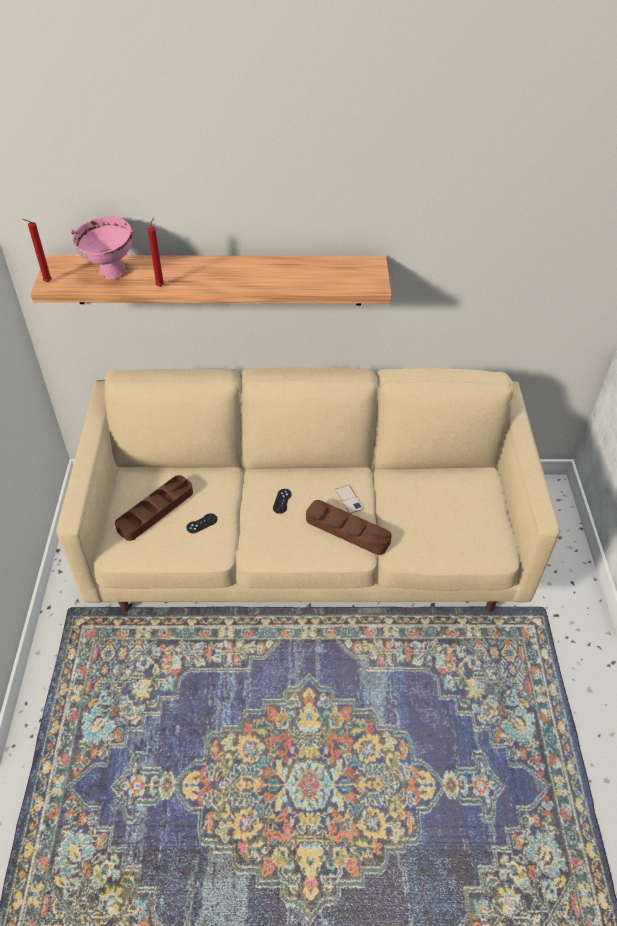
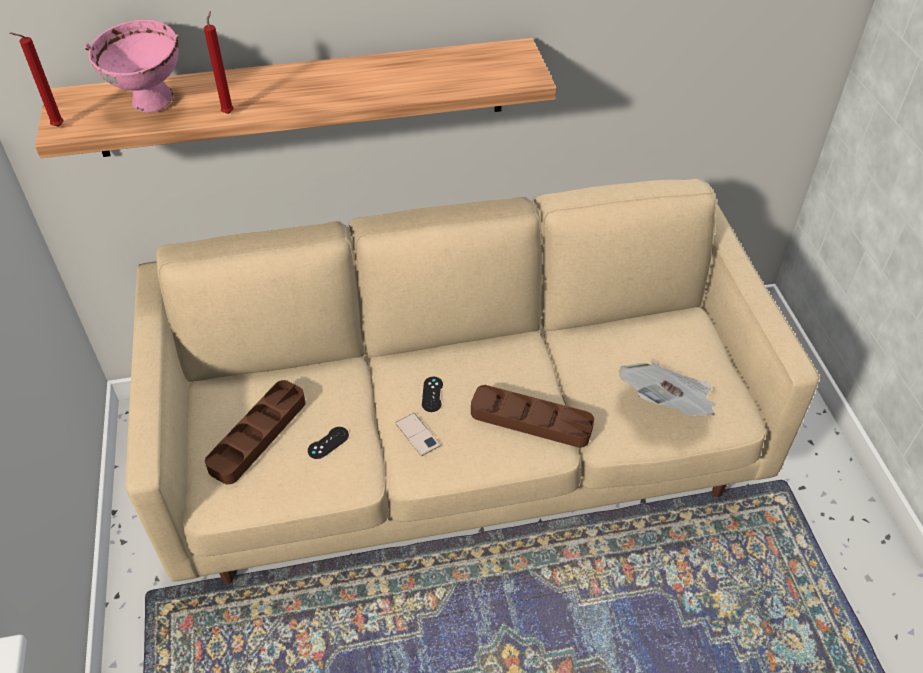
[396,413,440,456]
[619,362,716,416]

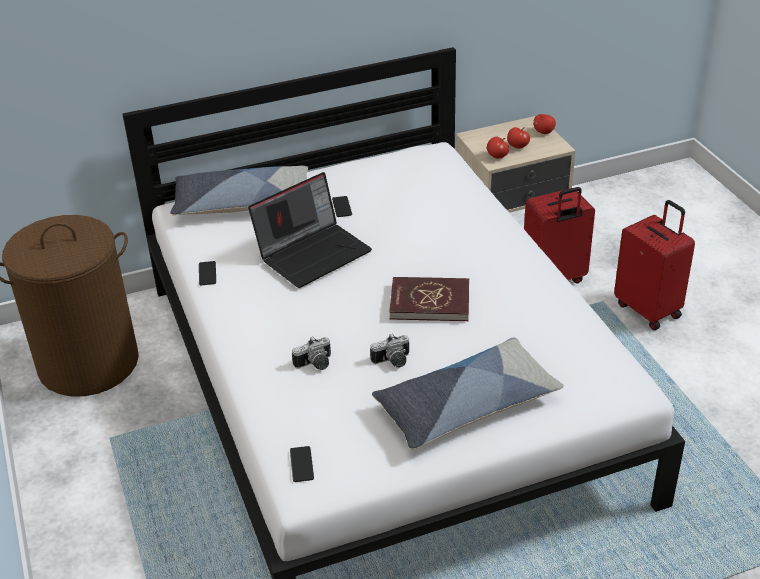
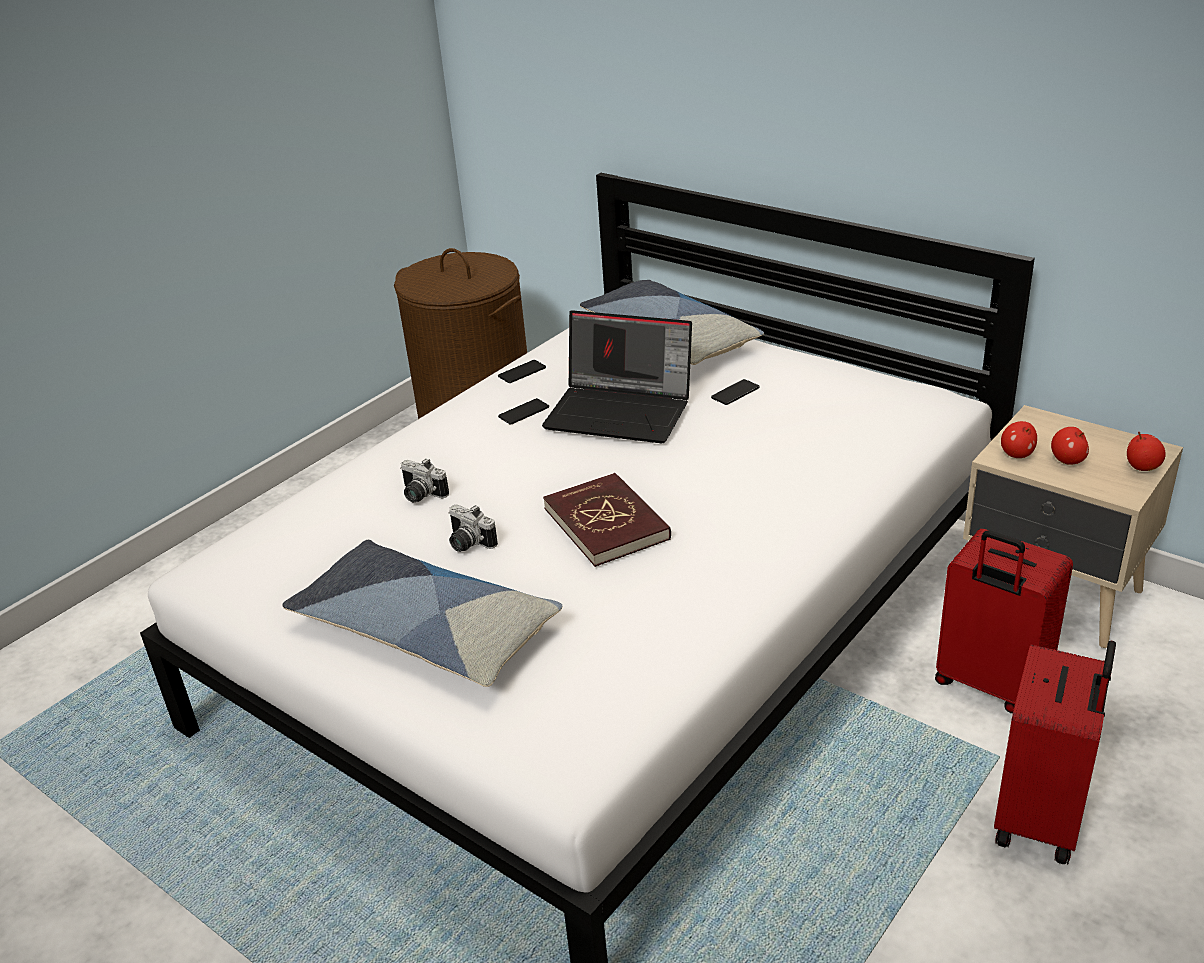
[498,398,549,425]

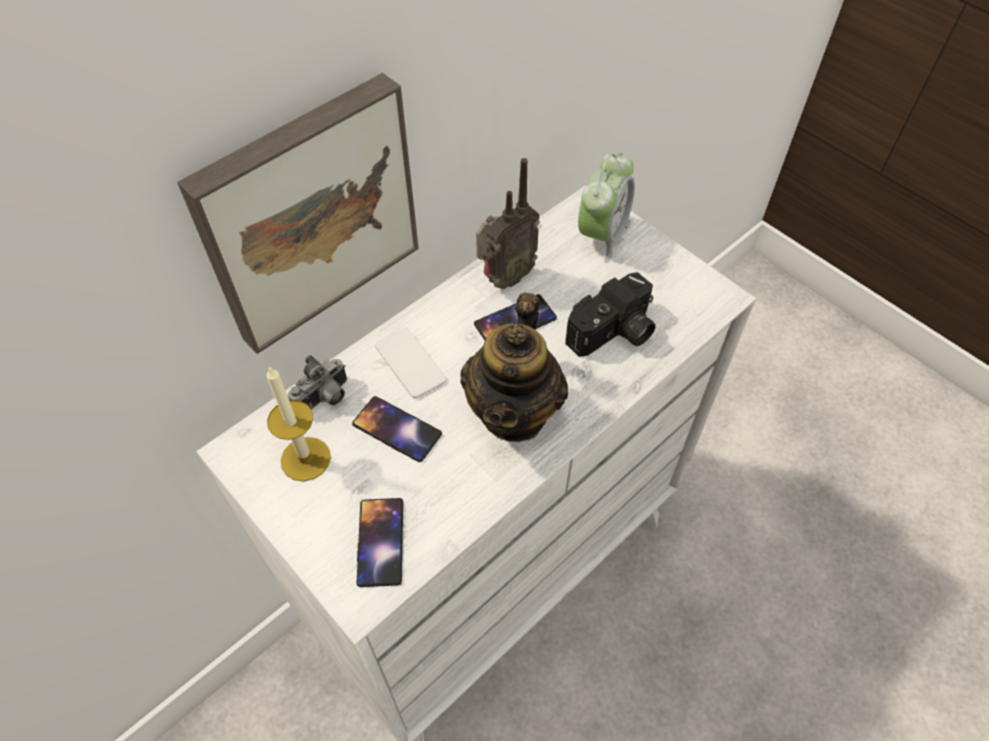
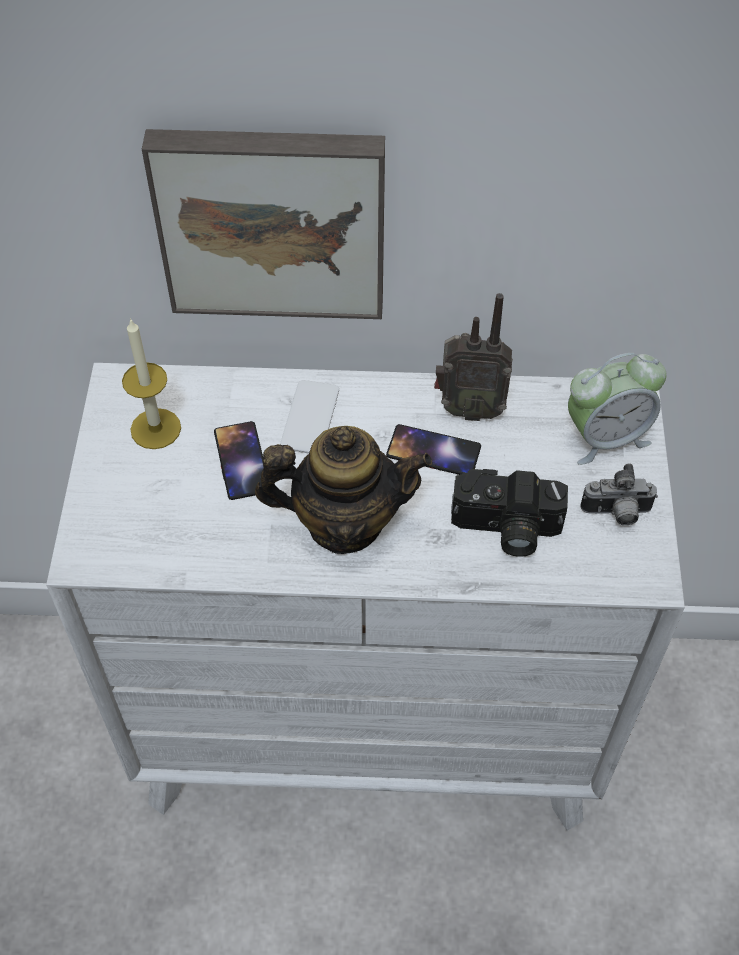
[580,463,658,525]
[357,498,403,587] (first image)
[255,426,432,554]

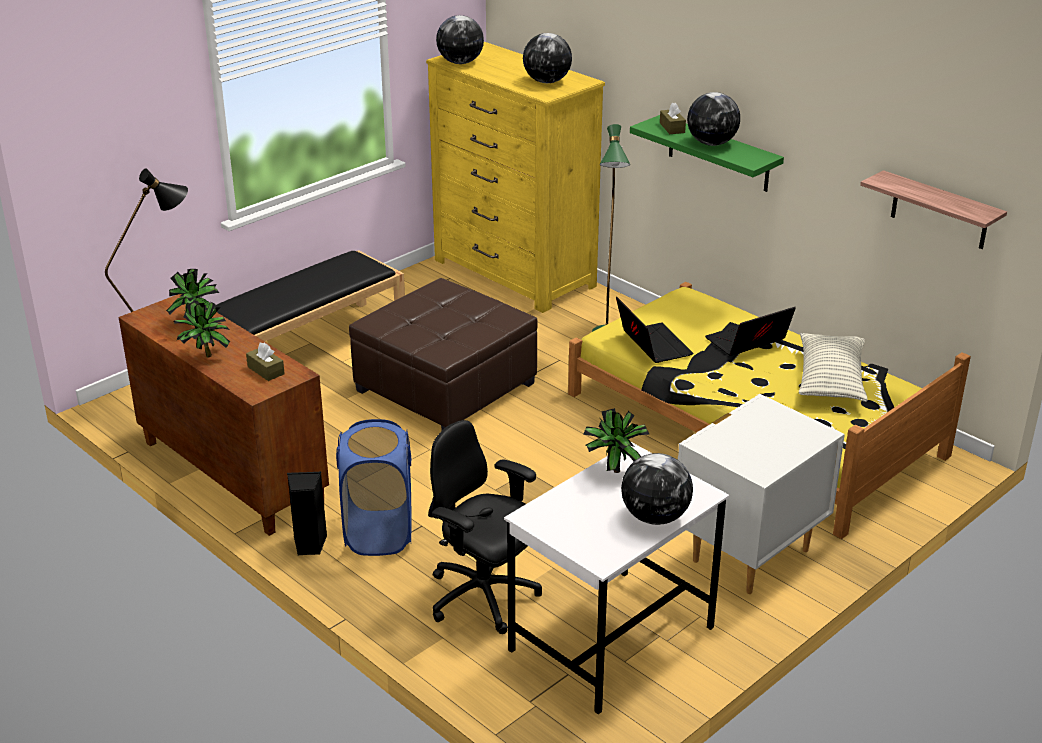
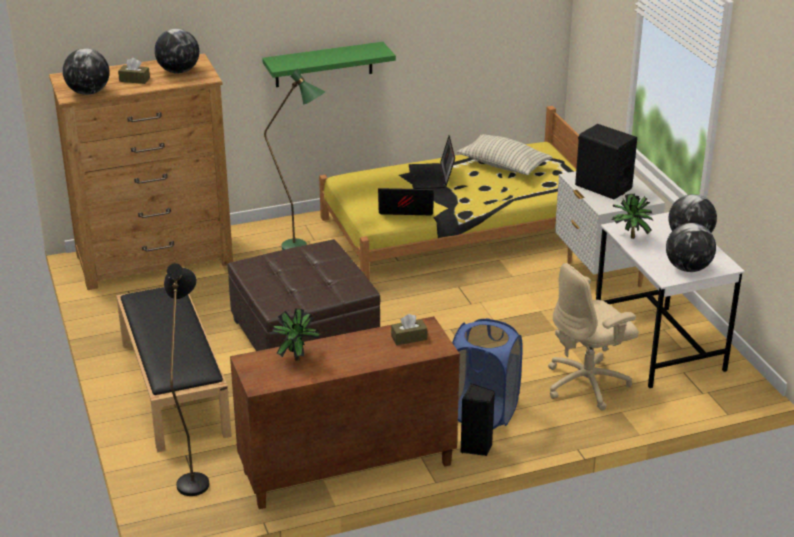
[174,301,230,358] (first image)
[49,54,233,290]
[548,263,639,411]
[118,58,150,84]
[666,223,716,272]
[860,170,1007,249] (first image)
[575,124,637,200]

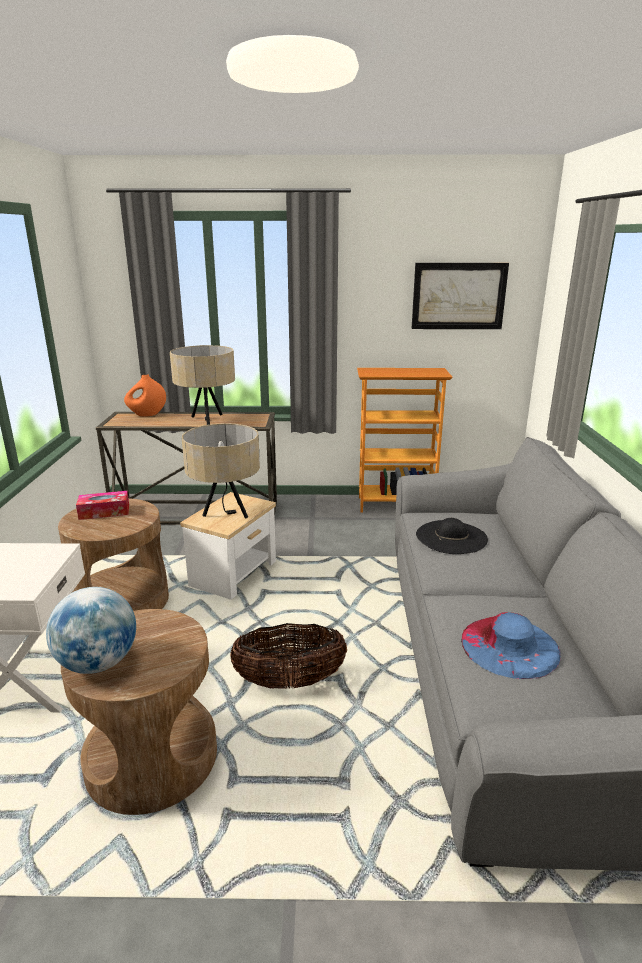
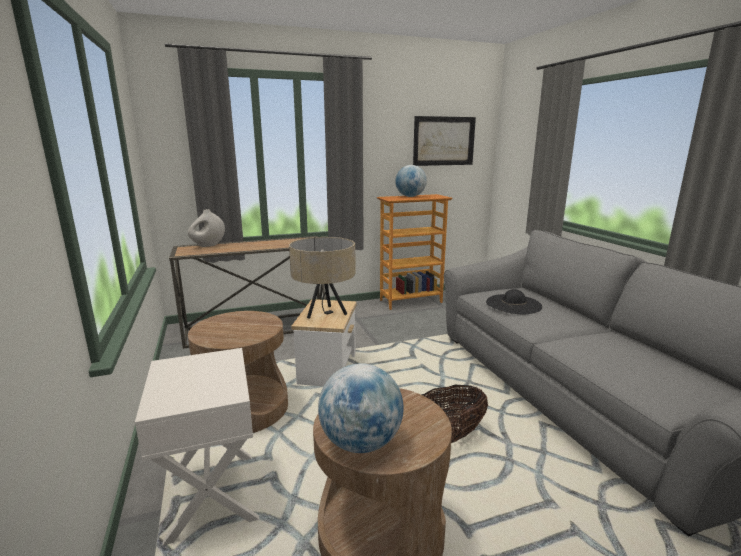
[76,491,129,520] (first image)
[188,209,225,247]
[170,345,235,425] (first image)
[461,612,561,679] (first image)
[395,165,427,197]

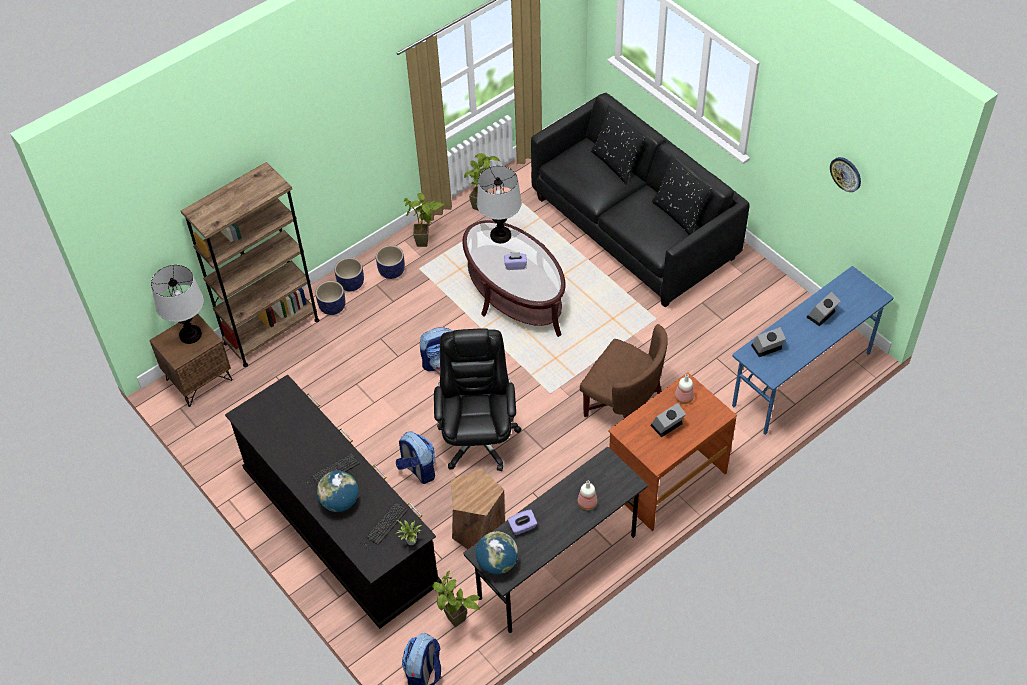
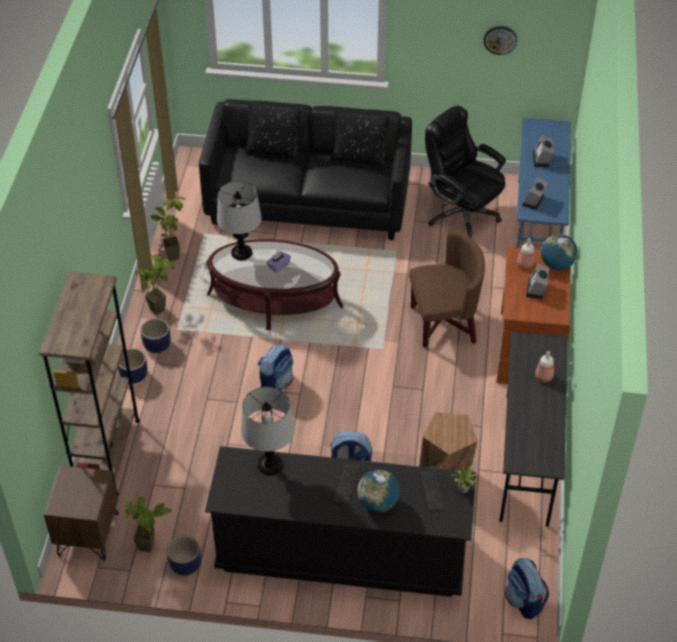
[241,387,295,475]
[167,536,201,576]
[124,497,173,552]
[425,106,506,238]
[541,234,578,270]
[507,509,537,535] (first image)

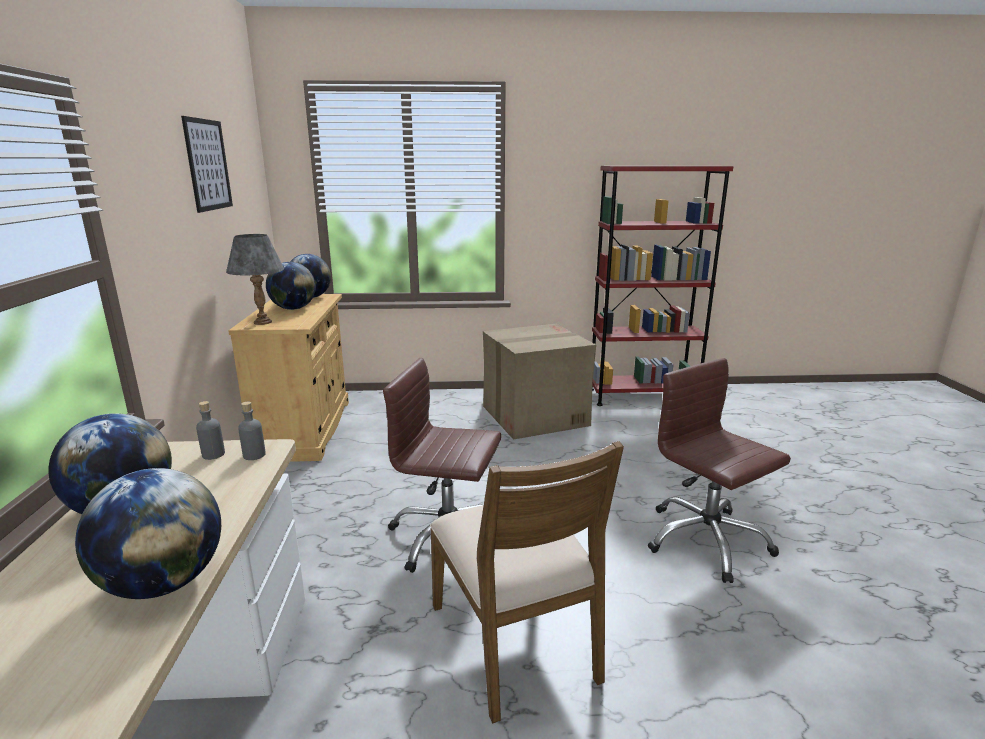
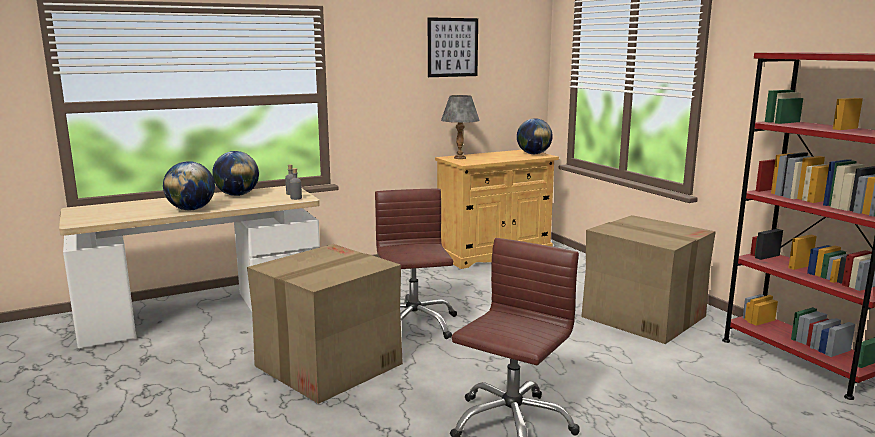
[266,262,316,310] (first image)
[247,244,403,404]

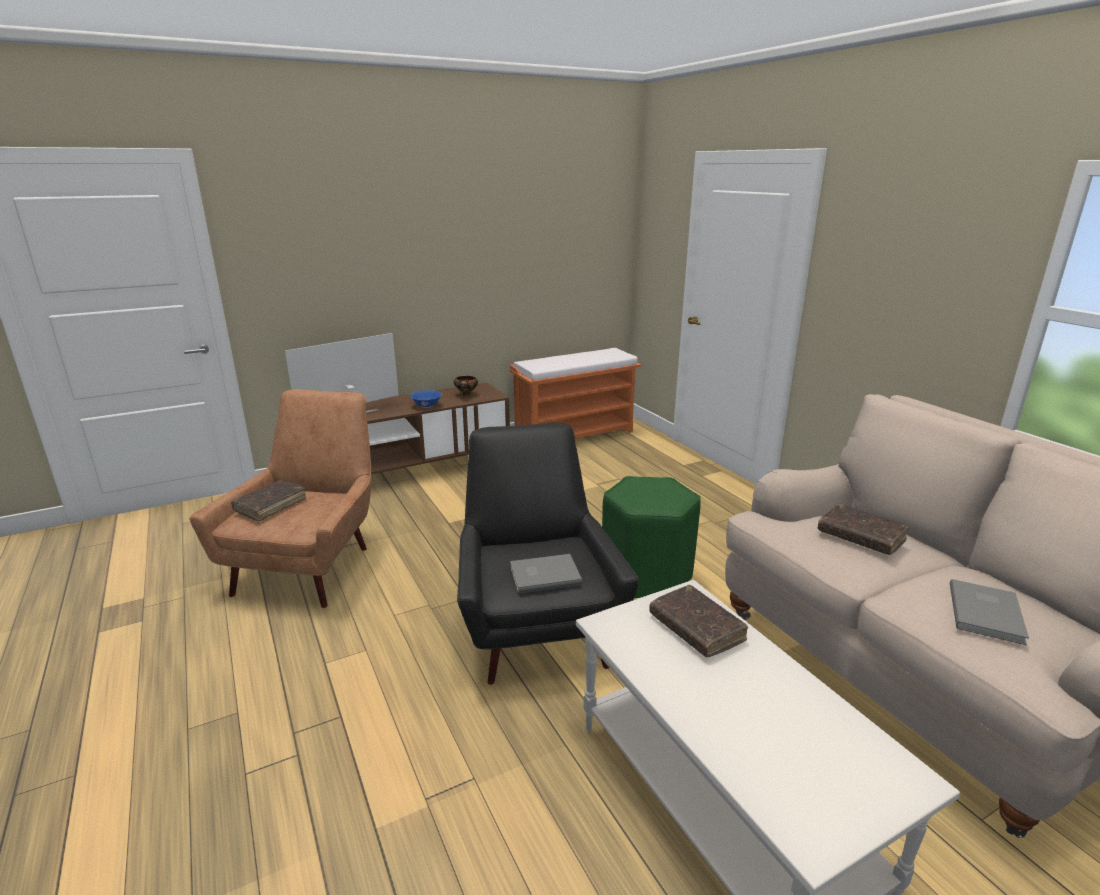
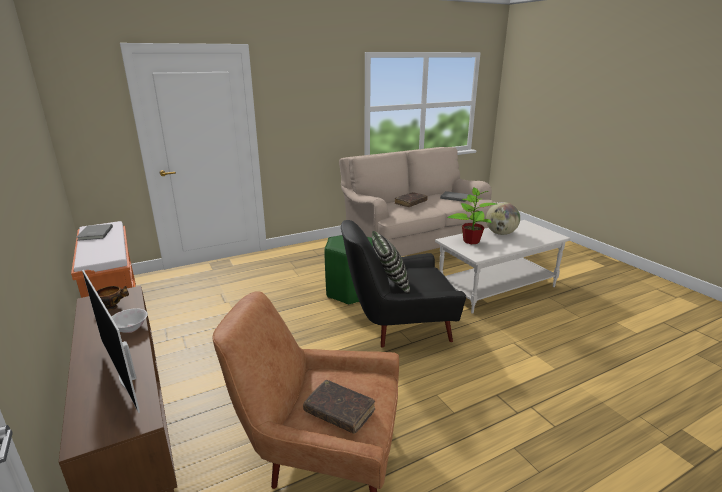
[112,308,148,333]
[76,224,113,241]
[447,187,496,244]
[372,231,410,294]
[486,202,520,235]

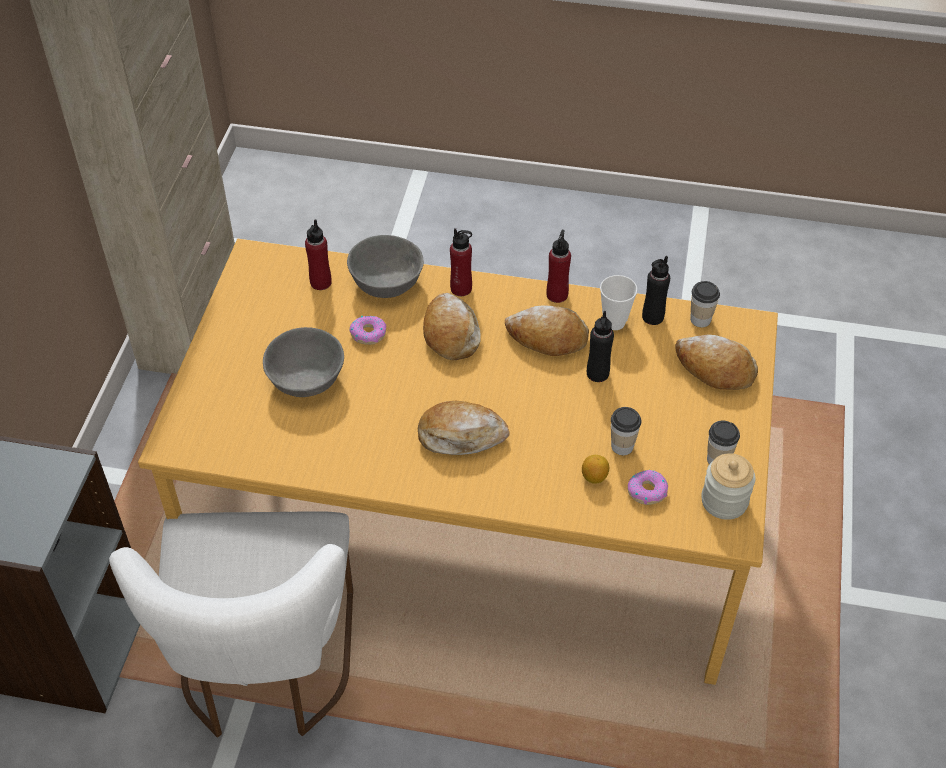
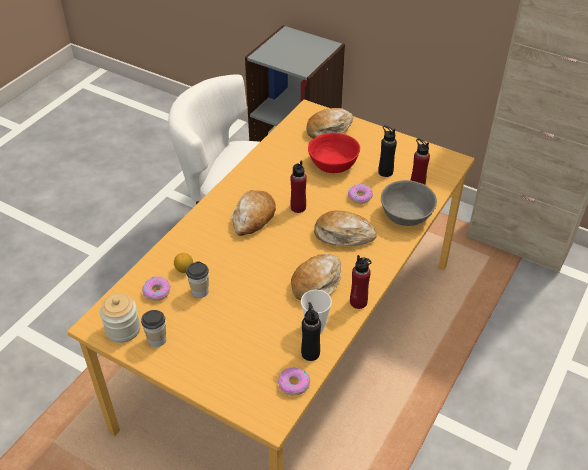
[308,133,360,173]
[290,160,307,213]
[378,125,397,177]
[306,108,353,139]
[278,367,310,395]

